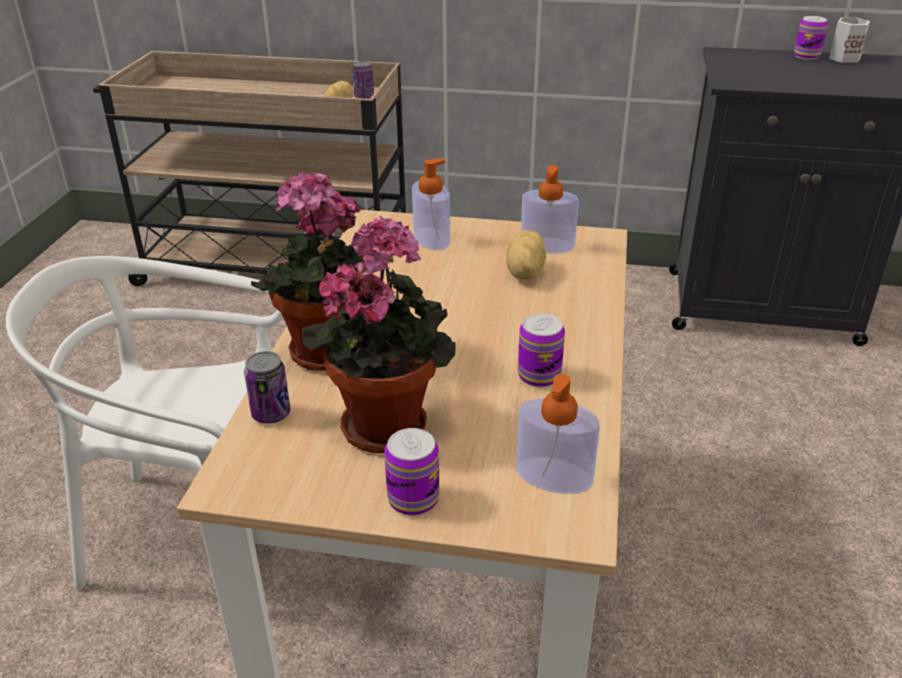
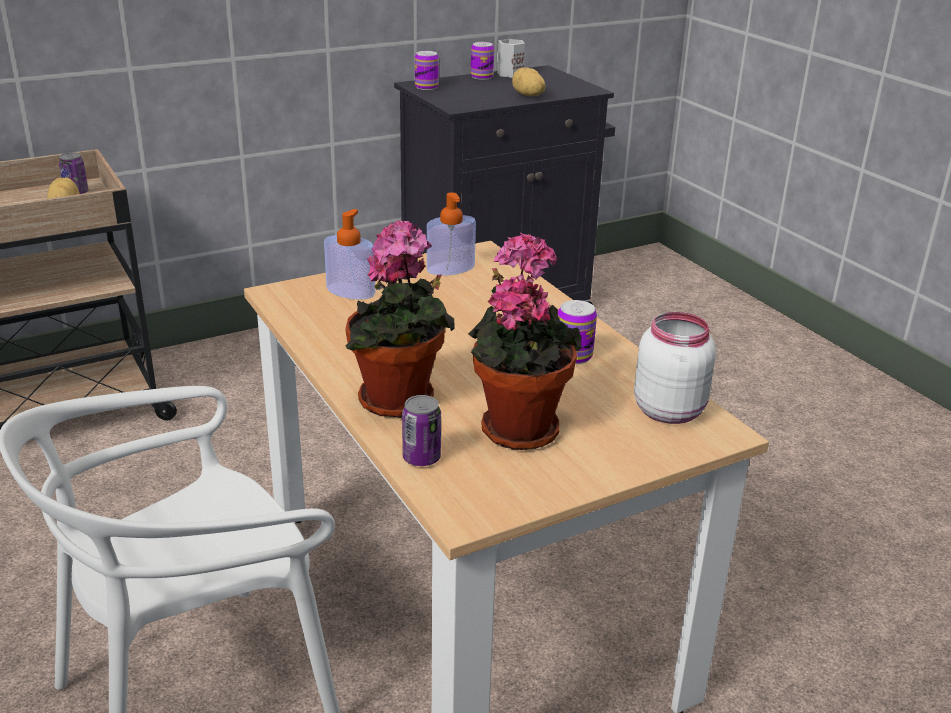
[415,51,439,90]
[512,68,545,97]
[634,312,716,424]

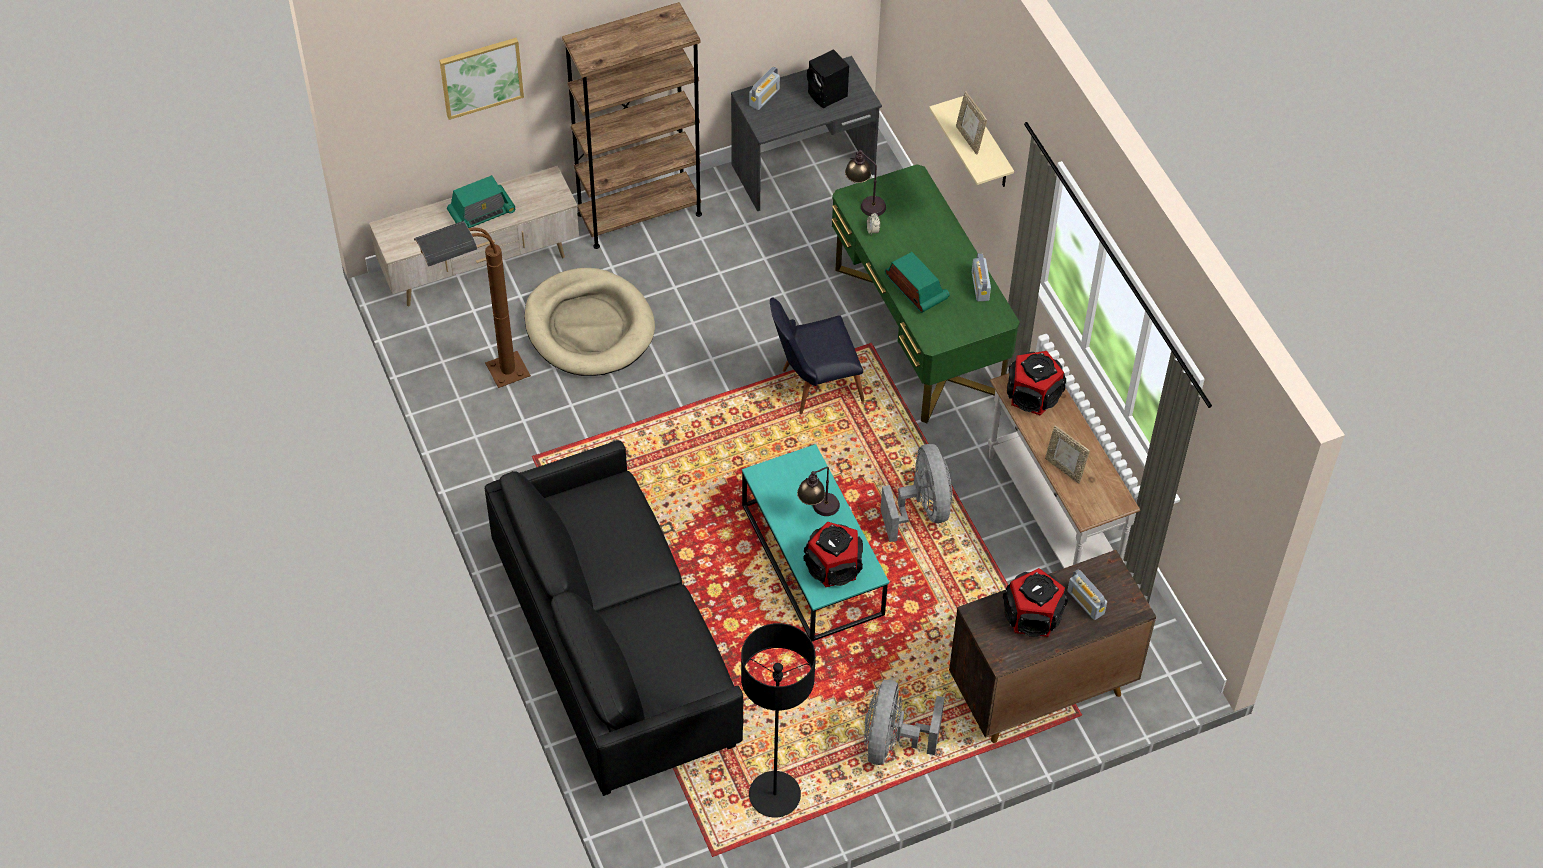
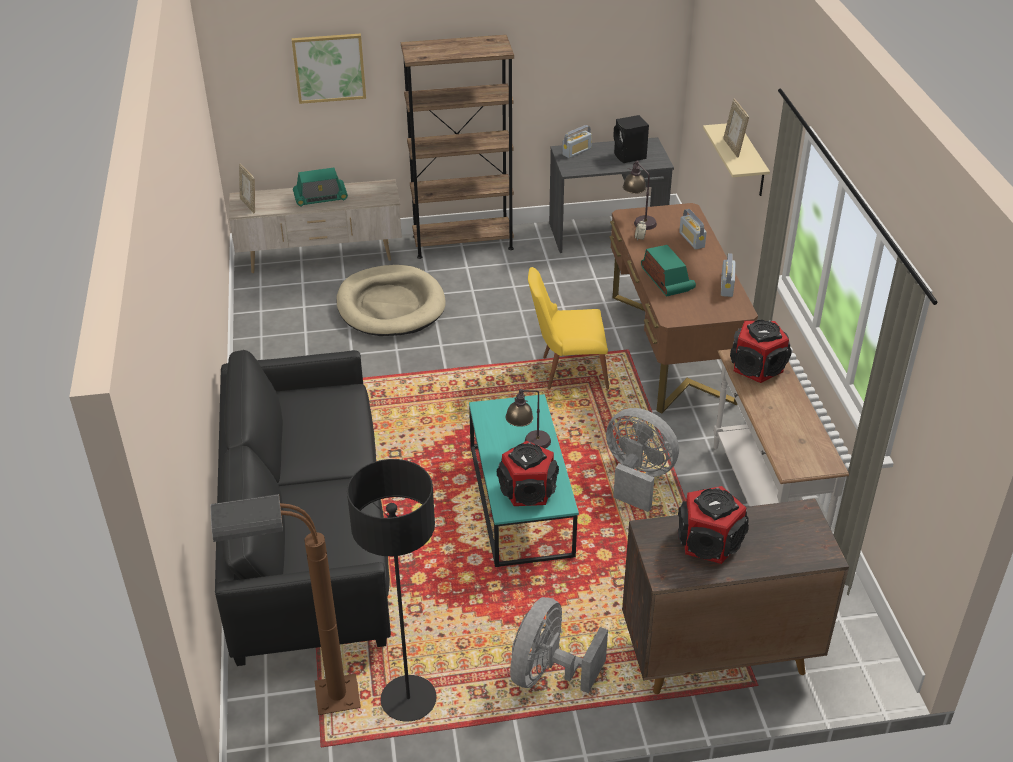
[211,494,361,715]
[528,267,609,390]
[609,203,758,413]
[606,408,679,512]
[239,163,255,213]
[679,209,707,250]

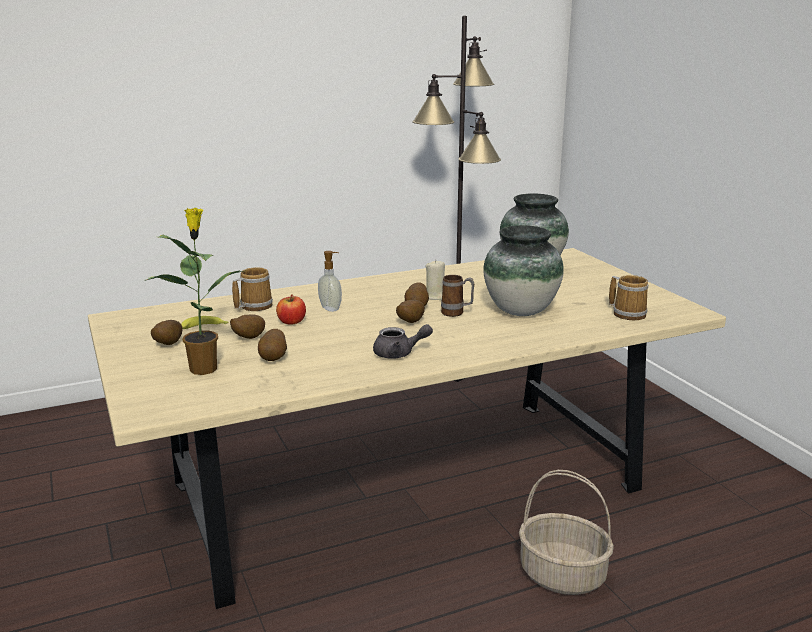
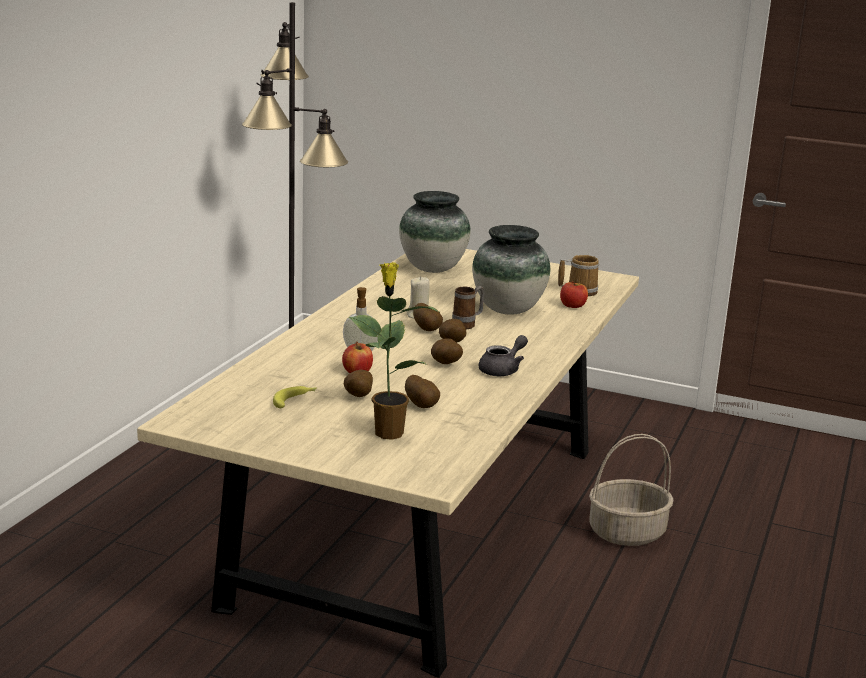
[431,338,463,364]
[232,267,273,311] (first image)
[560,281,588,308]

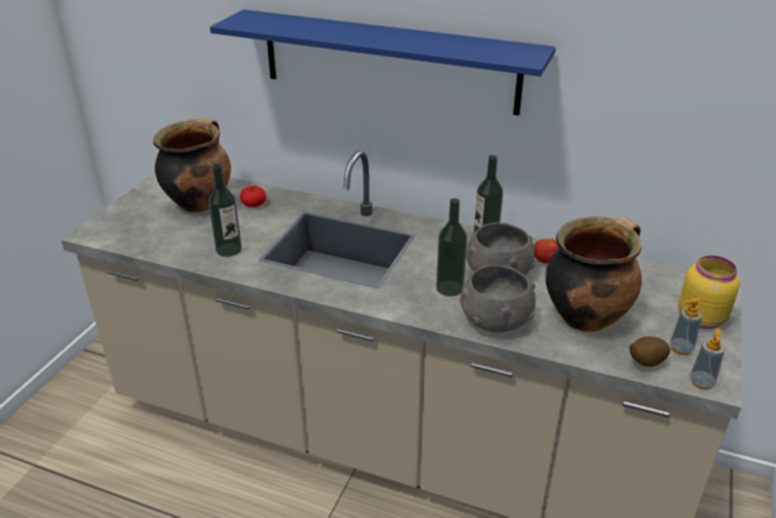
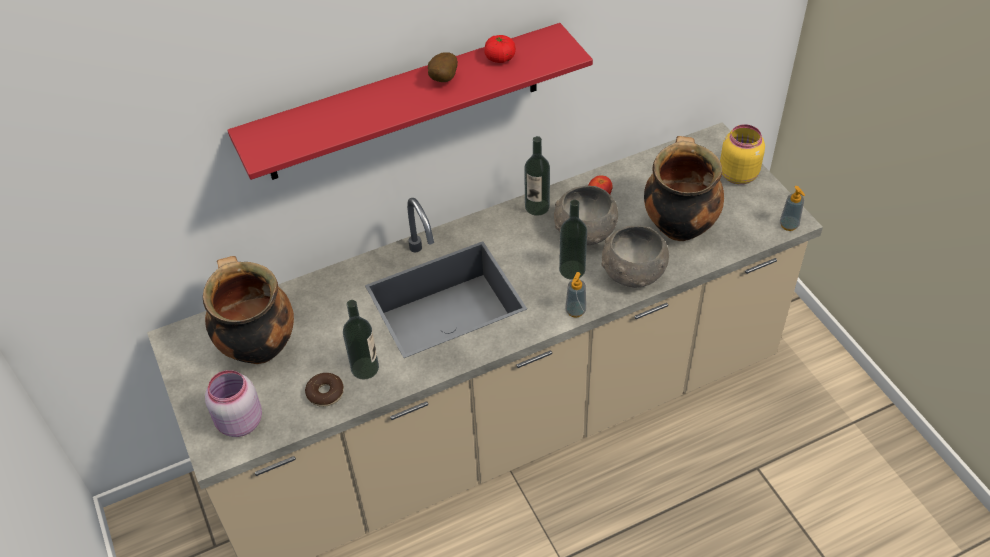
[227,23,593,180]
[484,35,516,63]
[428,52,458,82]
[565,272,586,318]
[205,370,262,437]
[305,373,344,407]

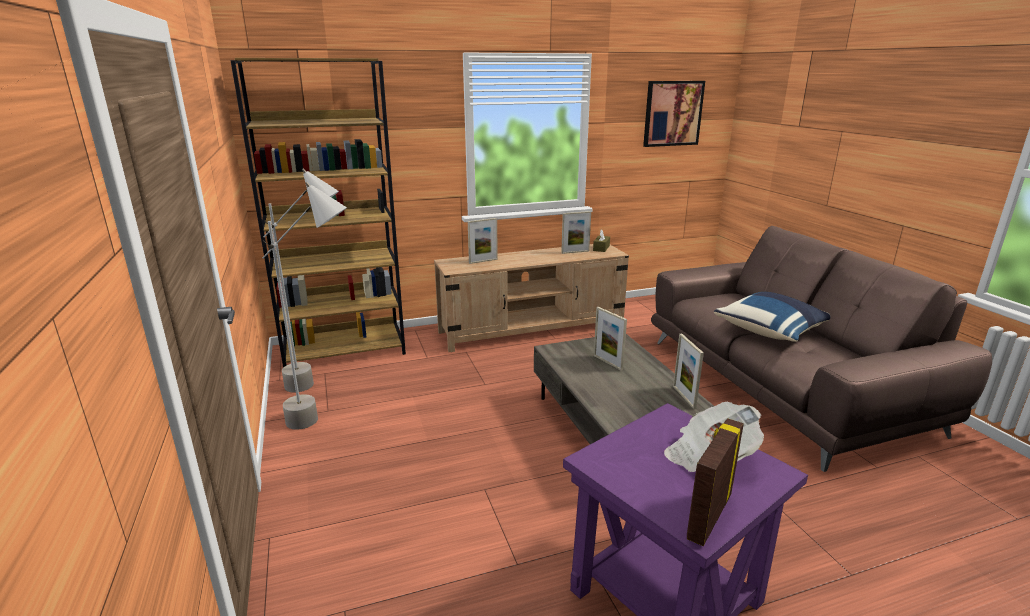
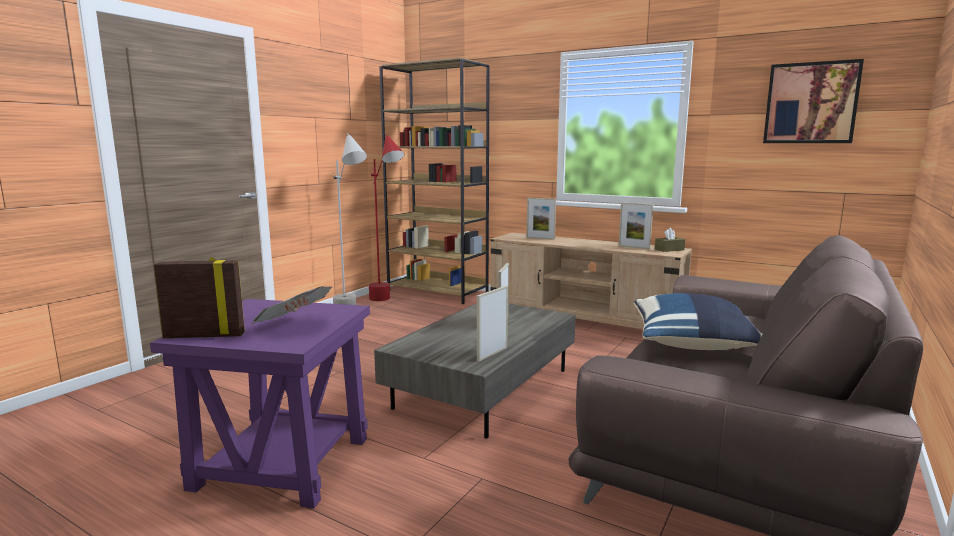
[369,134,404,301]

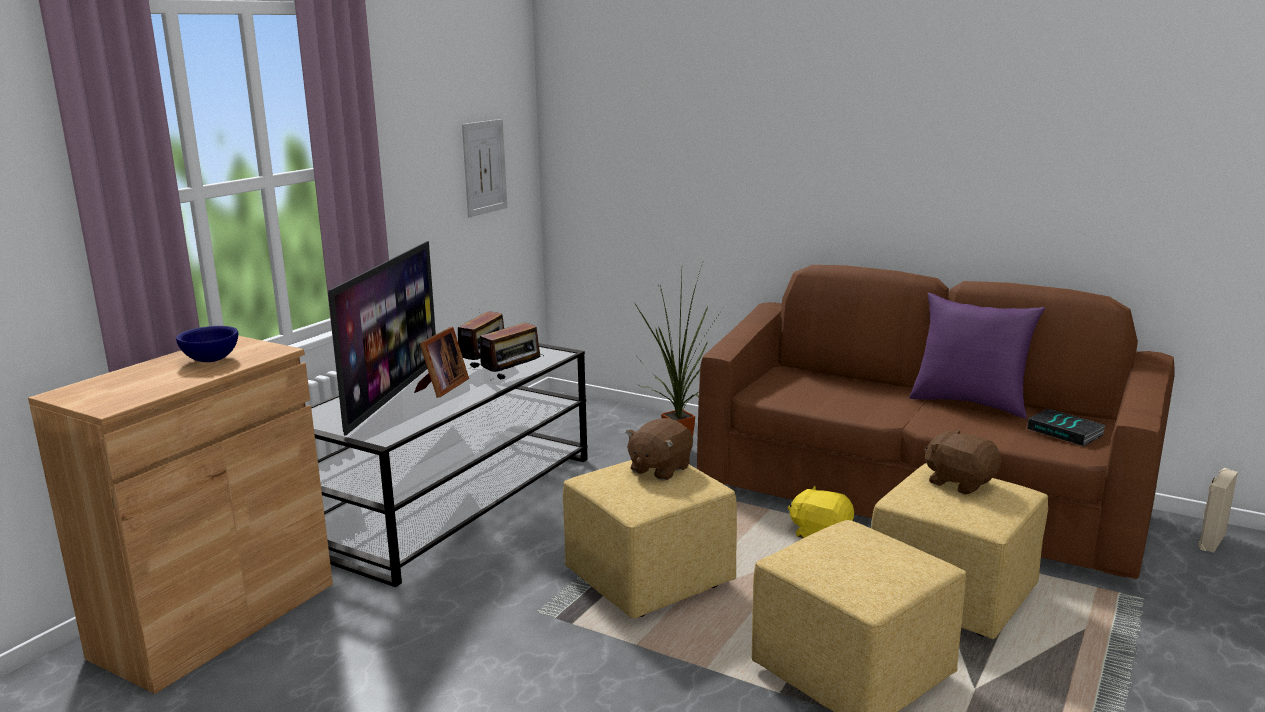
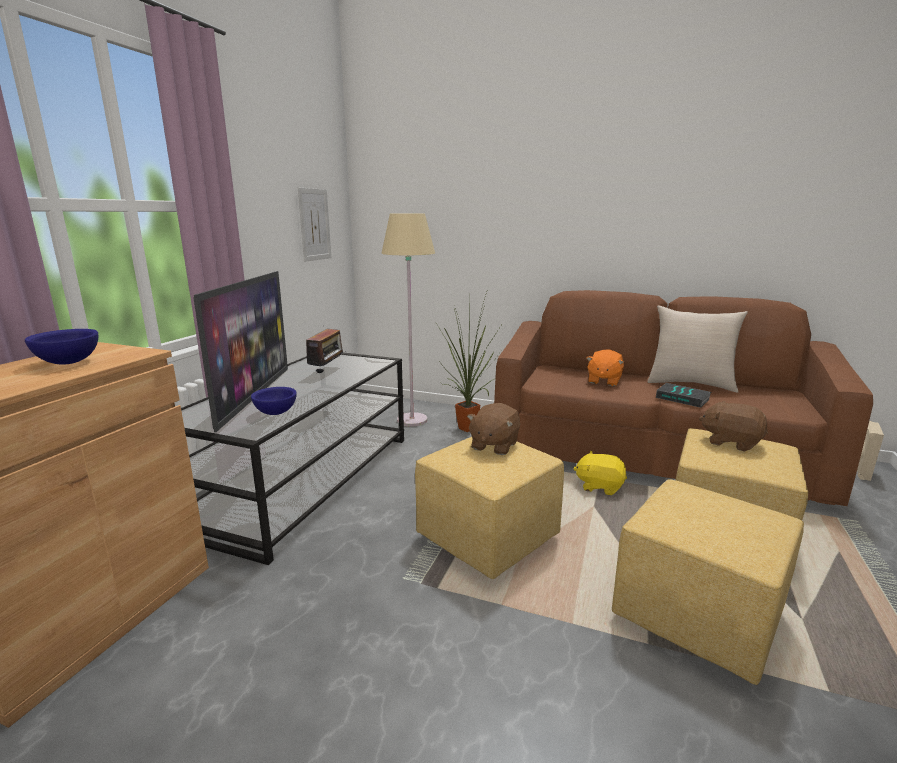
[414,327,469,398] (first image)
[473,322,544,380] (first image)
[647,306,748,393]
[656,383,711,408]
[251,387,297,415]
[381,214,435,427]
[587,349,624,386]

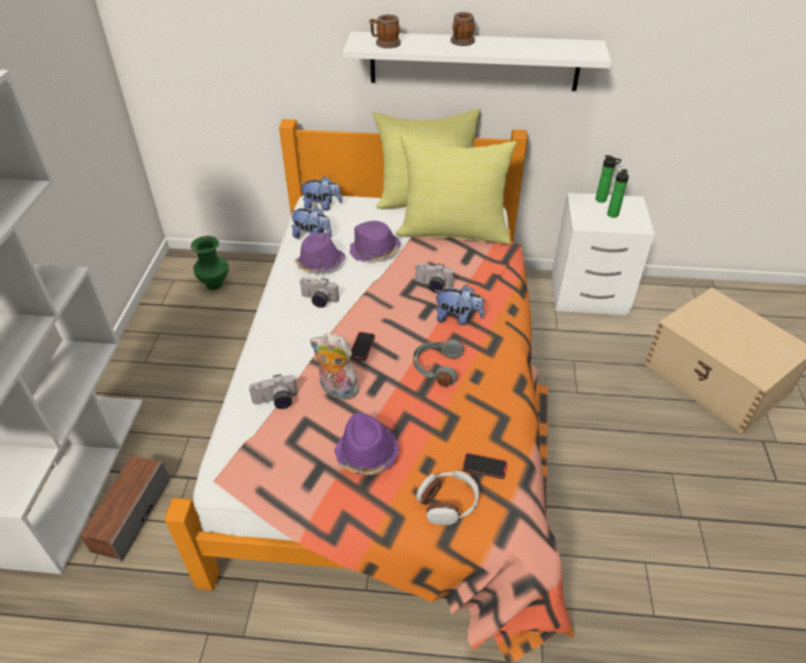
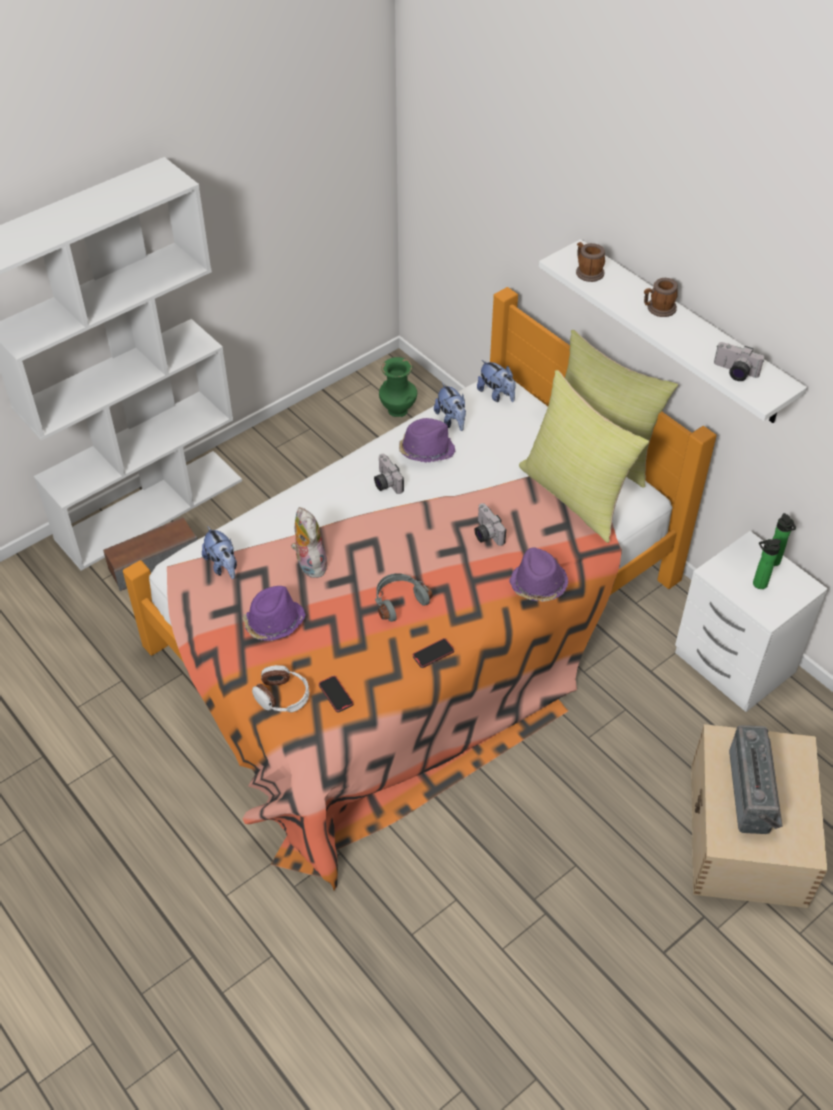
[714,342,764,381]
[509,547,568,602]
[413,638,454,668]
[202,526,237,579]
[729,725,783,834]

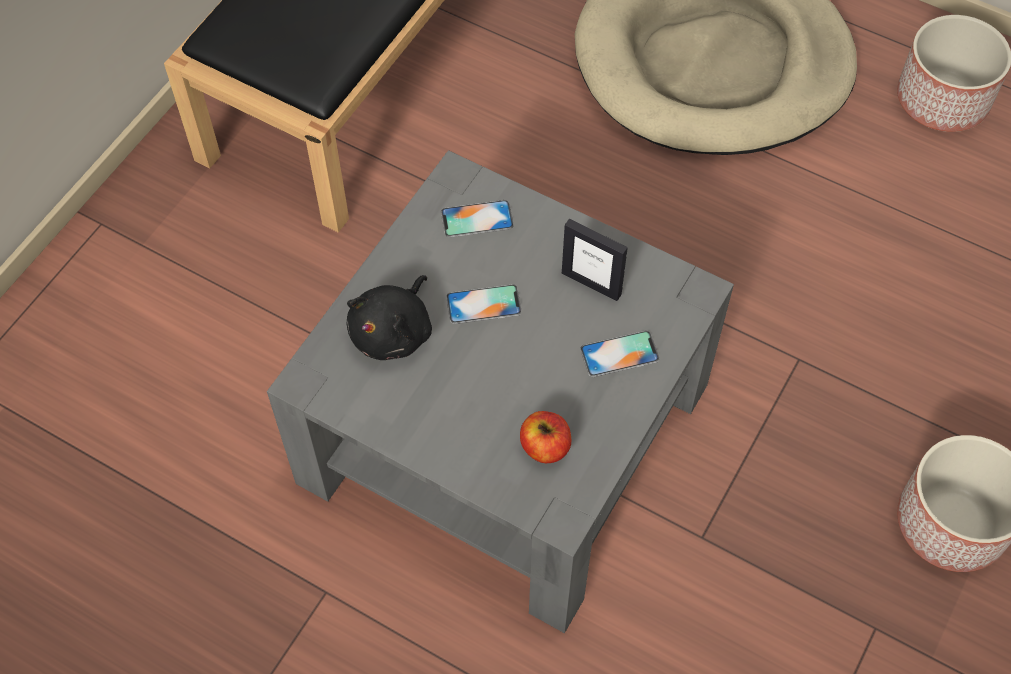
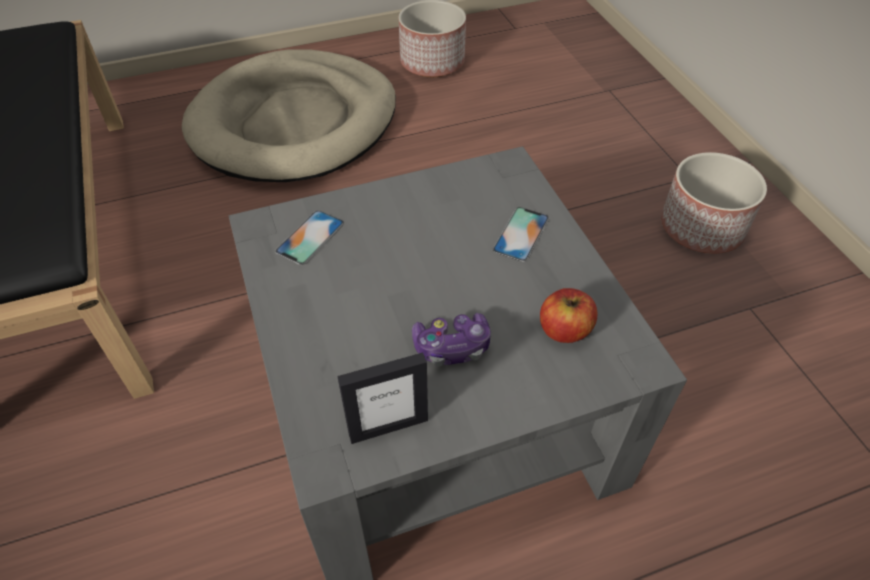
[346,275,432,360] (first image)
[446,284,522,324] (first image)
[337,353,428,444]
[412,313,491,366]

